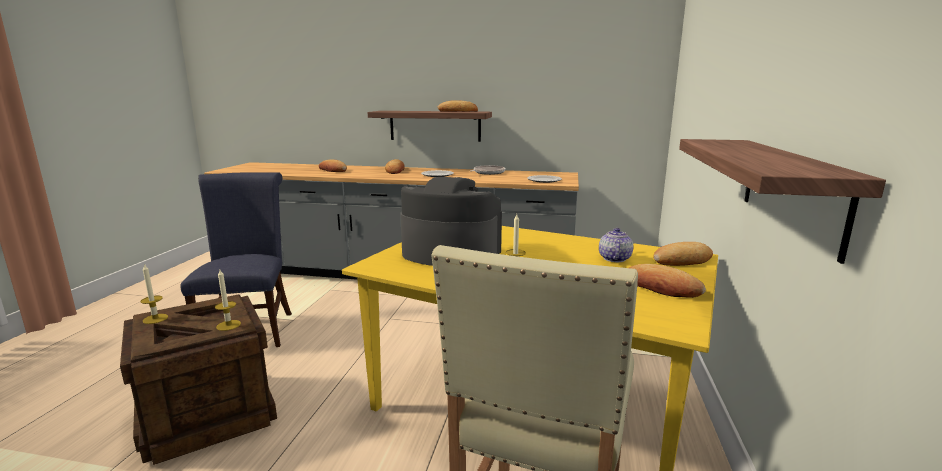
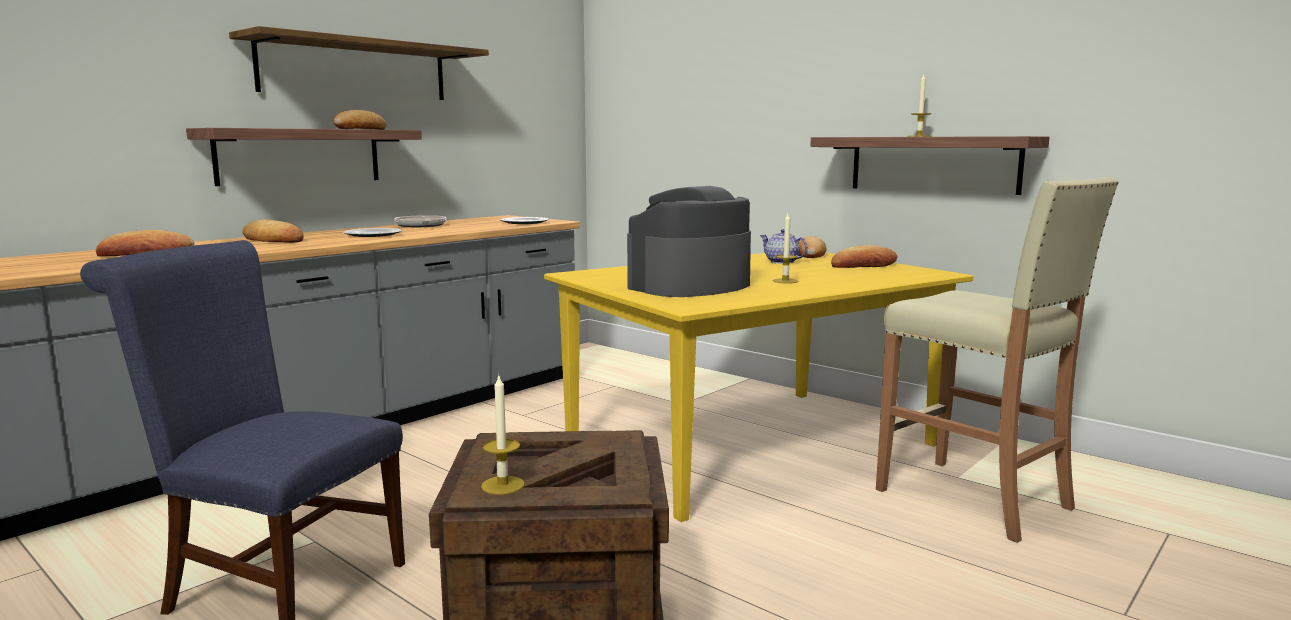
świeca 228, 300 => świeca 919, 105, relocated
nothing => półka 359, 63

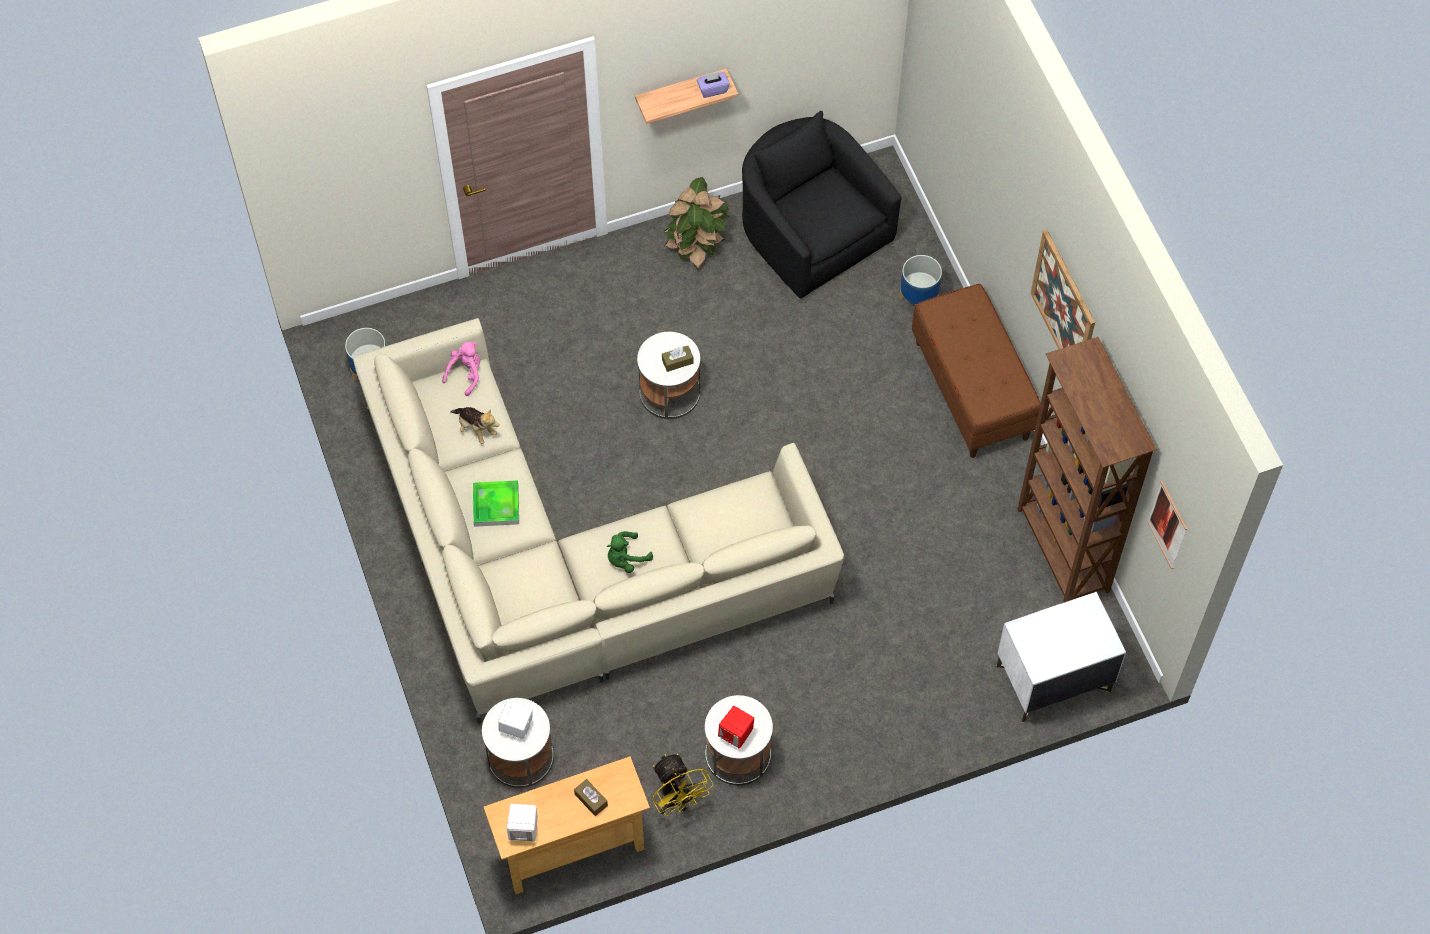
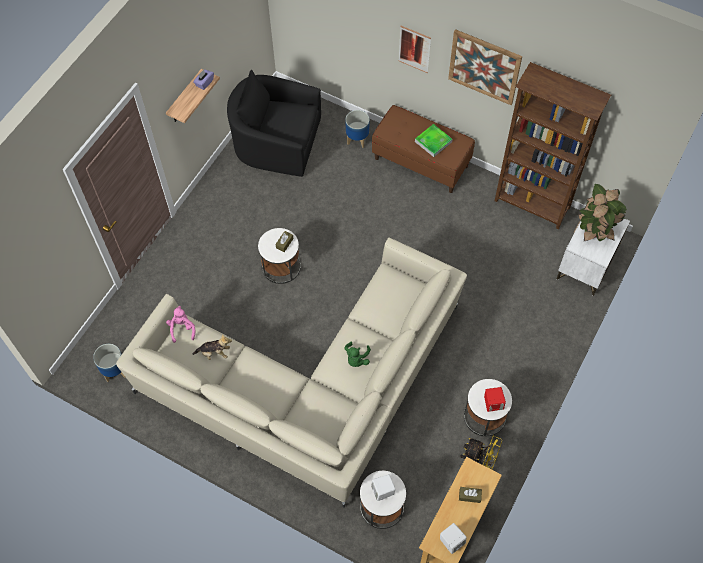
taca 496, 503 => taca 434, 140, relocated
roślina doniczkowa 697, 223 => roślina doniczkowa 602, 212, relocated
obraz 1167, 525 => obraz 415, 49, relocated

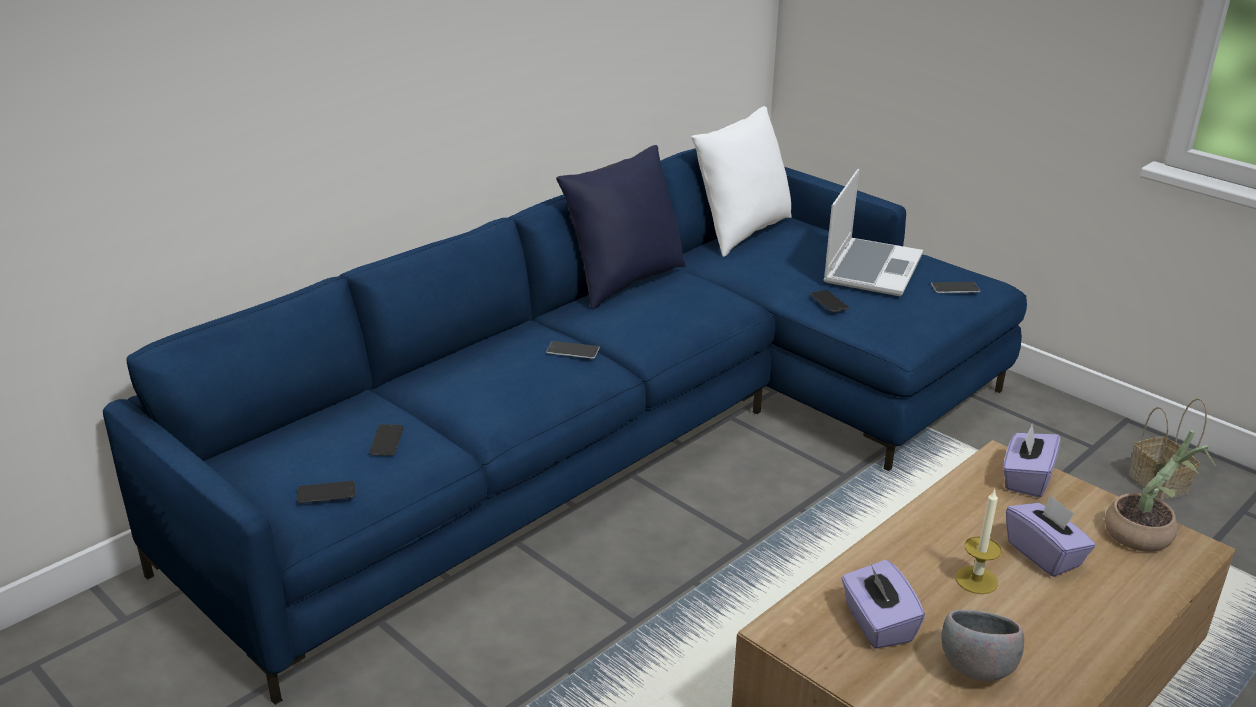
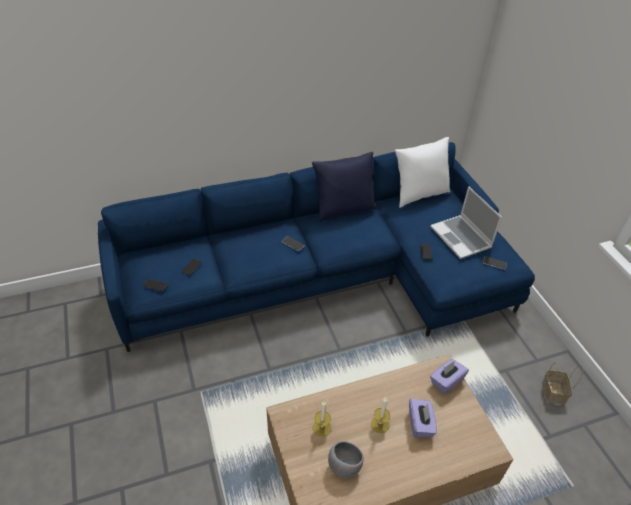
laptop 873, 232 => laptop 466, 222, 105 degrees clockwise
pudełko chusteczek (fioletowy) 883, 604 => świeca 322, 419
roślina doniczkowa 1160, 491 => nothing

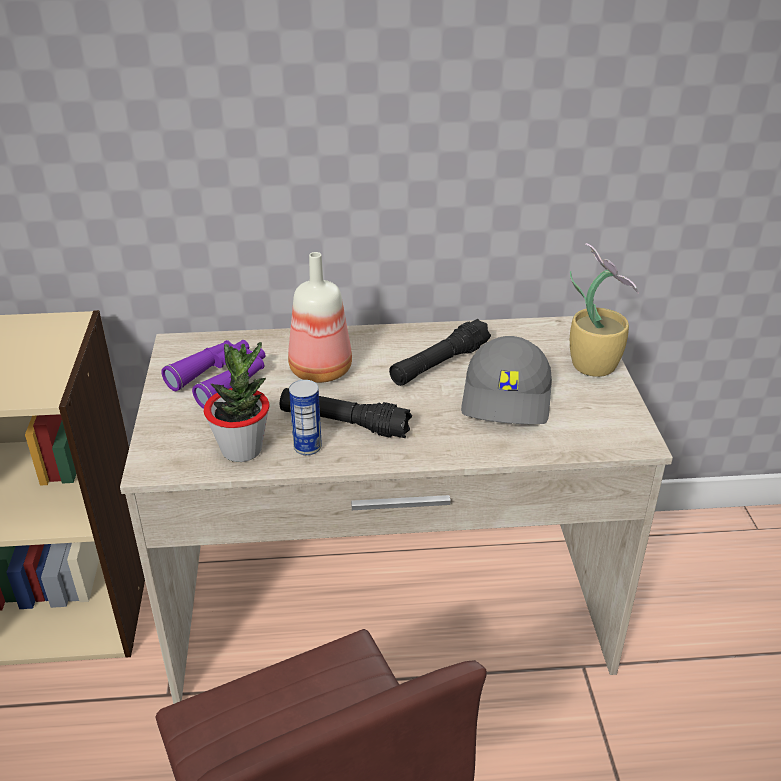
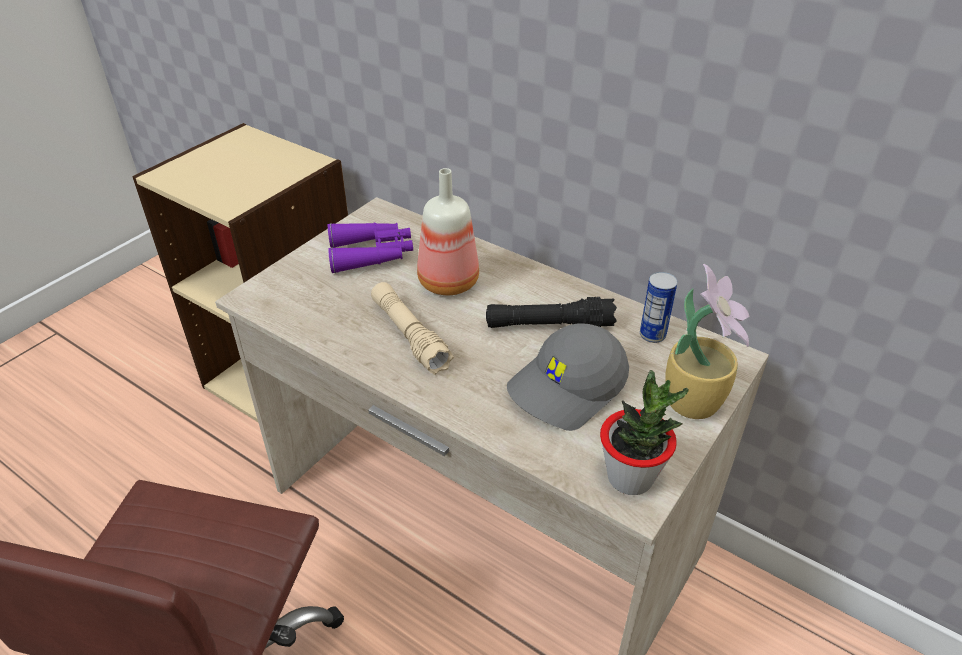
roślina doniczkowa 236, 402 => roślina doniczkowa 644, 432, relocated
latarka (czarny) 346, 413 => latarka (beżowy) 412, 328
puszka 305, 418 => puszka 659, 307, relocated

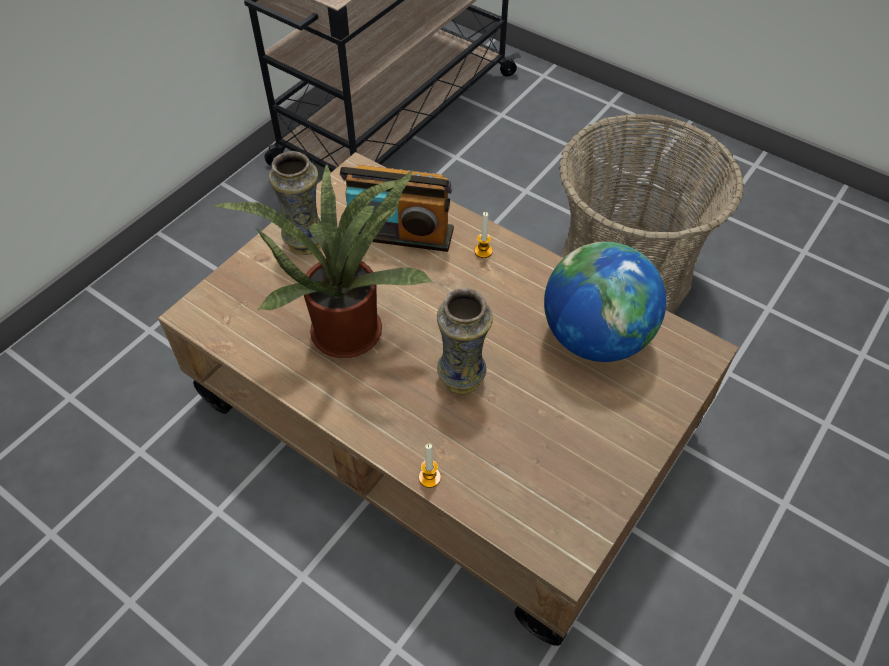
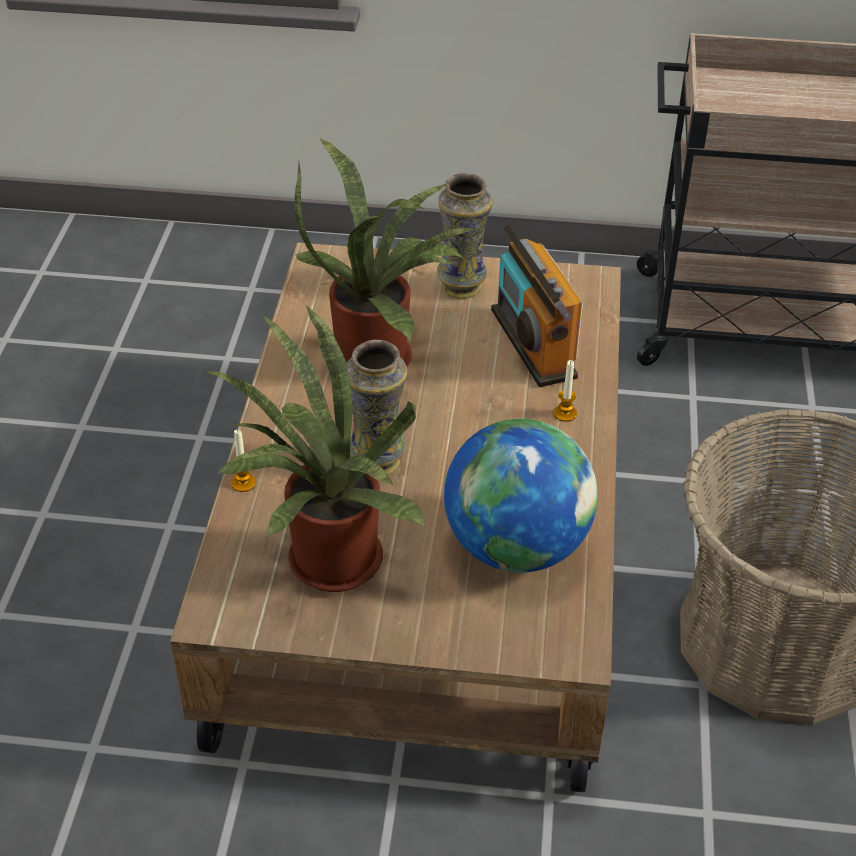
nothing => roślina doniczkowa 315, 448

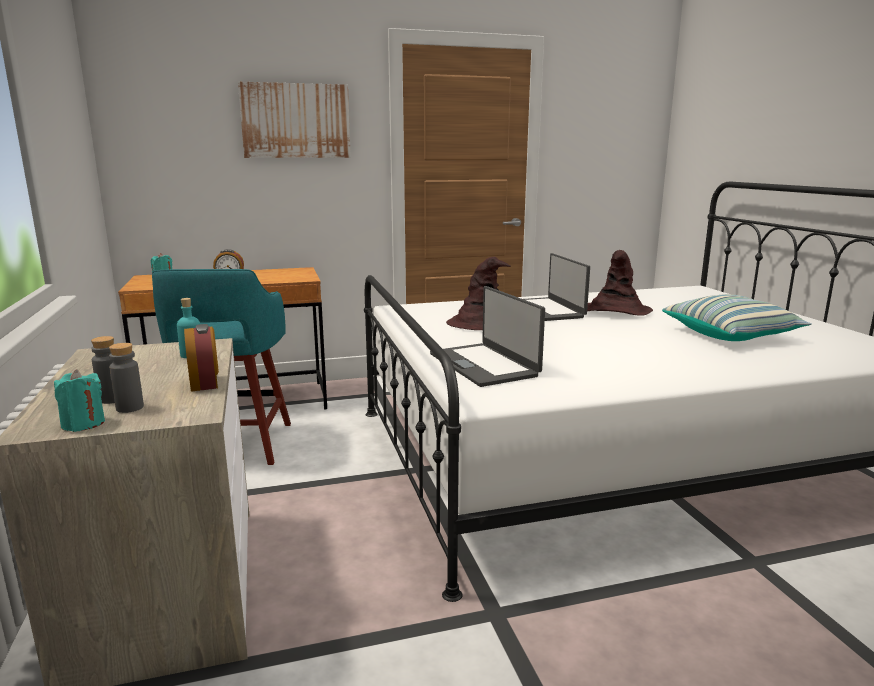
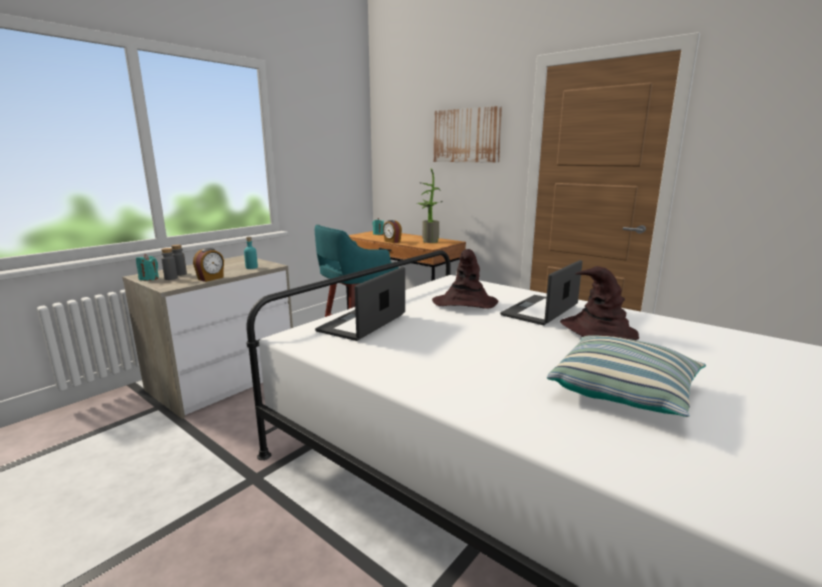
nothing => roślina doniczkowa 429, 205

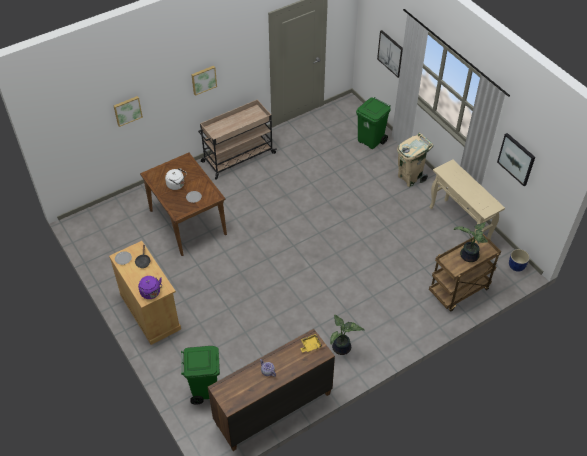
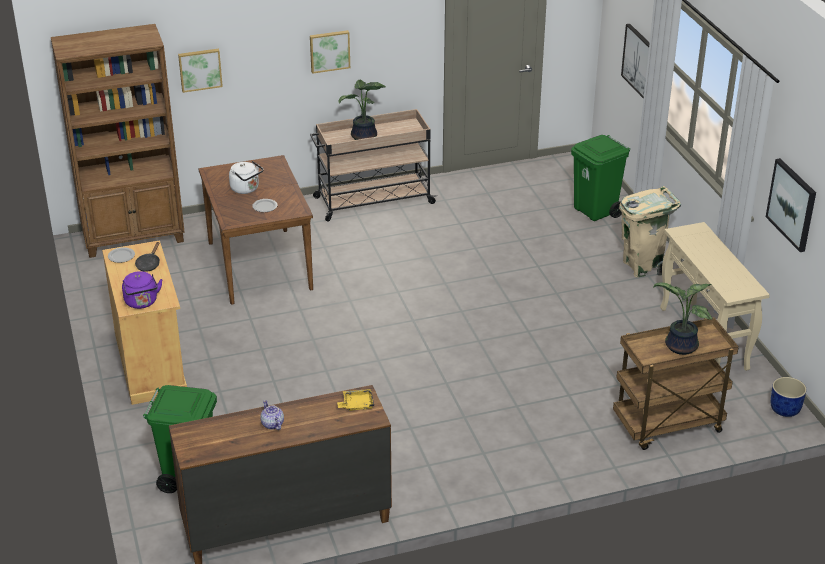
roślina doniczkowa 347, 335 => roślina doniczkowa 362, 109, relocated
nothing => regał (brązowy) 118, 141

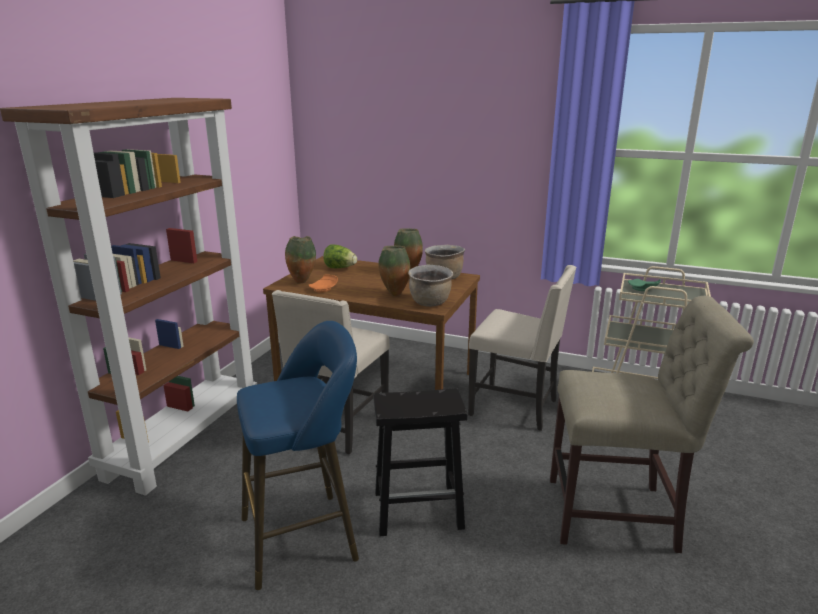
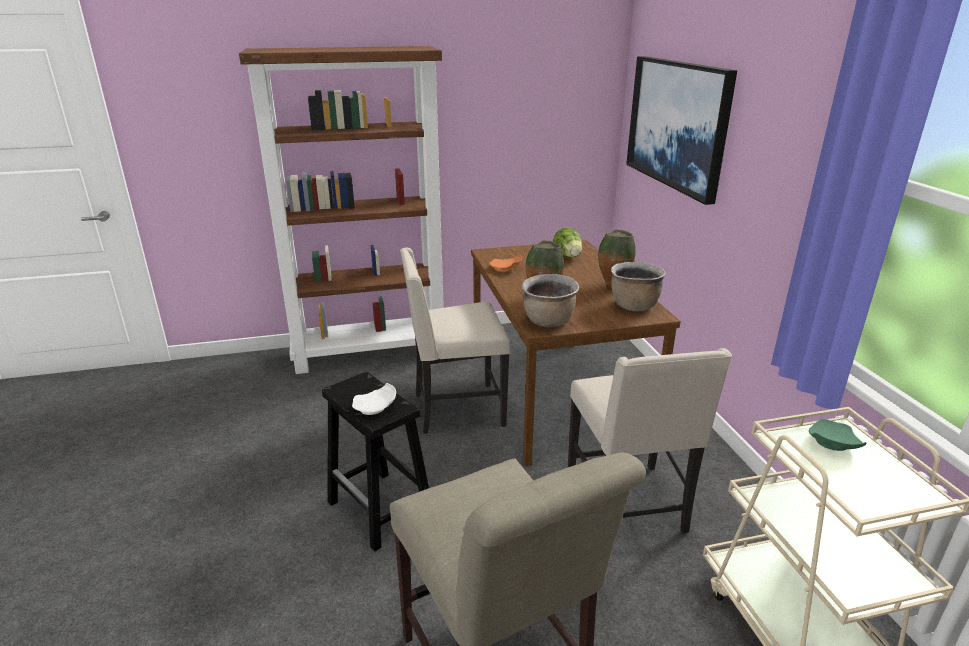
stołek (niebieski) 298, 455 => nothing
wazon 300, 260 => nothing
nothing => talerz (biały) 374, 399
nothing => obraz 681, 130

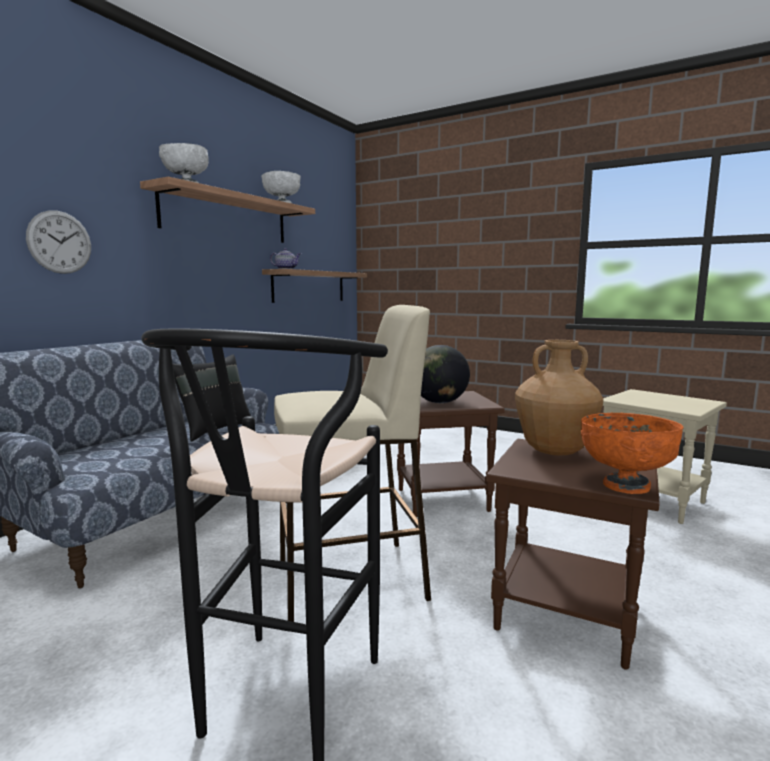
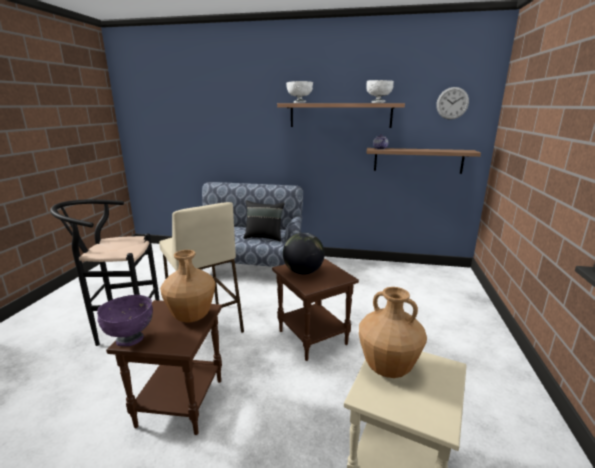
zegar ścienny 58, 242 => zegar ścienny 452, 103, relocated
miska (pomarańczowy) 632, 453 => miska (fioletowy) 125, 320
nothing => wazon (brązowy) 393, 332

